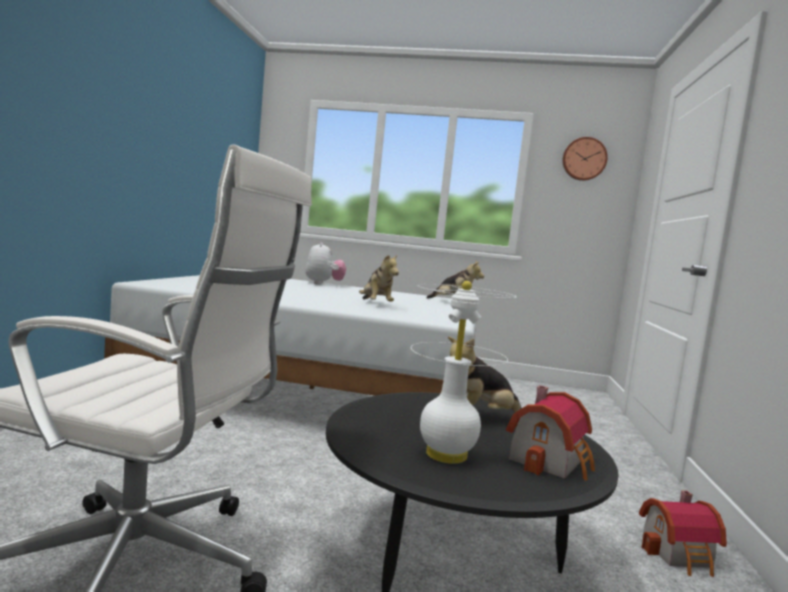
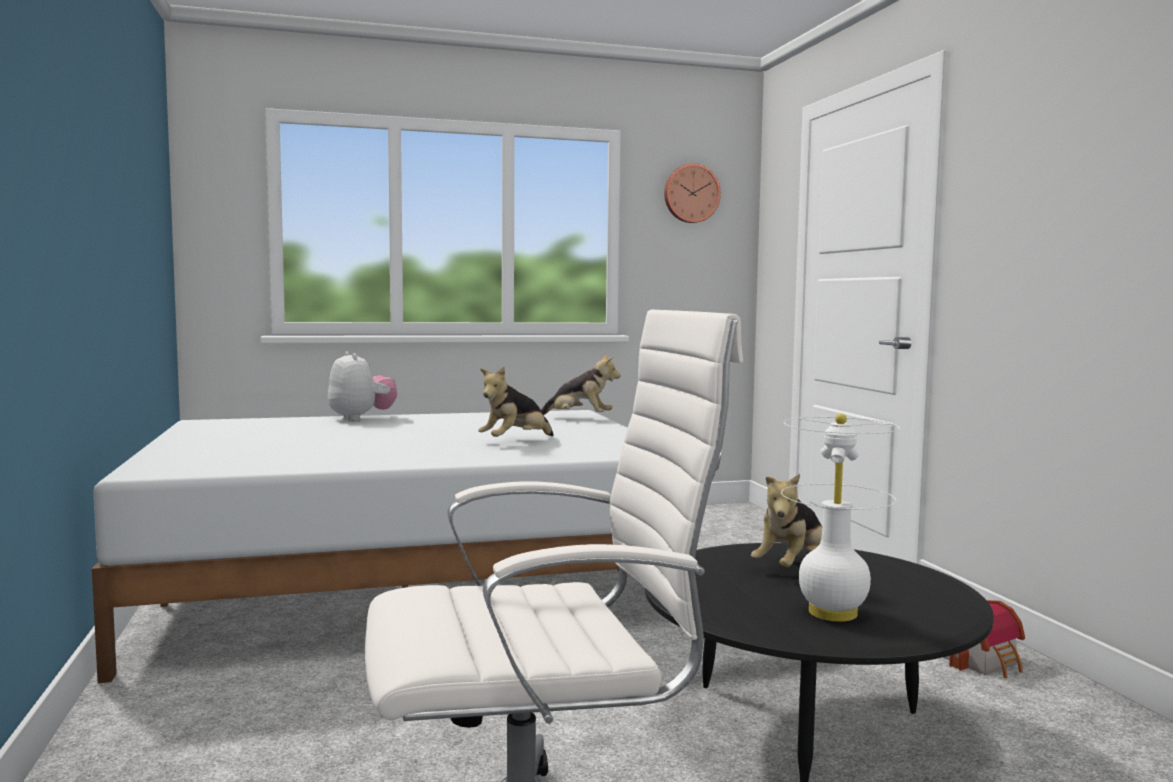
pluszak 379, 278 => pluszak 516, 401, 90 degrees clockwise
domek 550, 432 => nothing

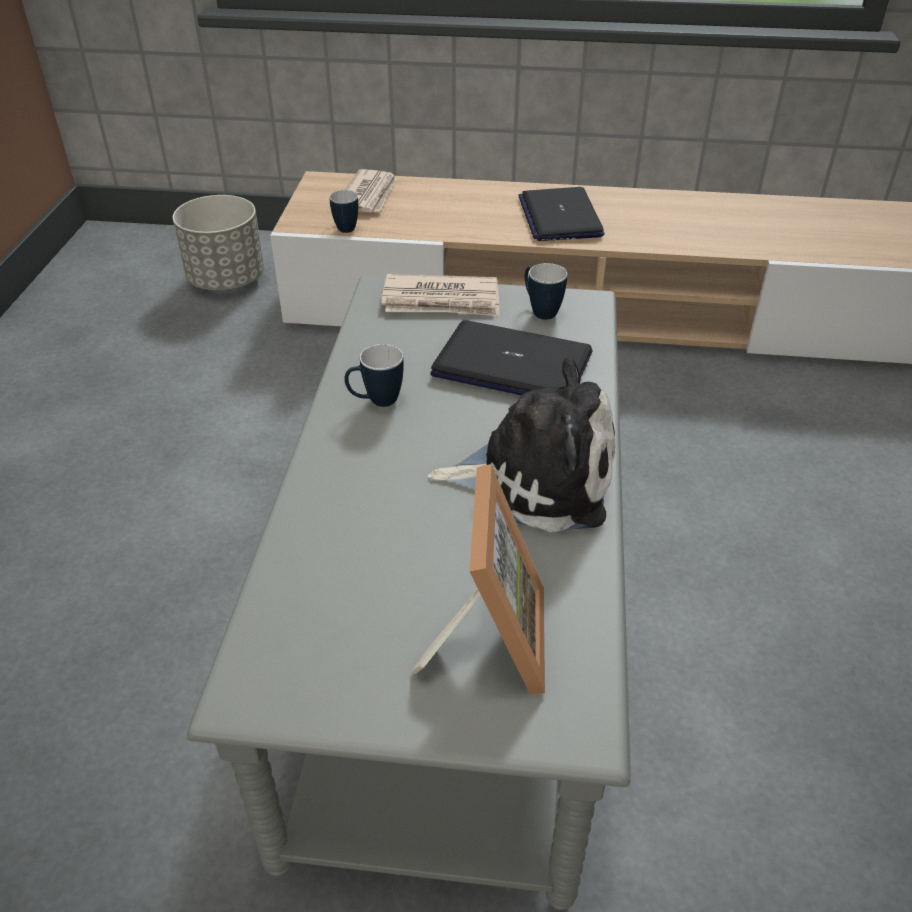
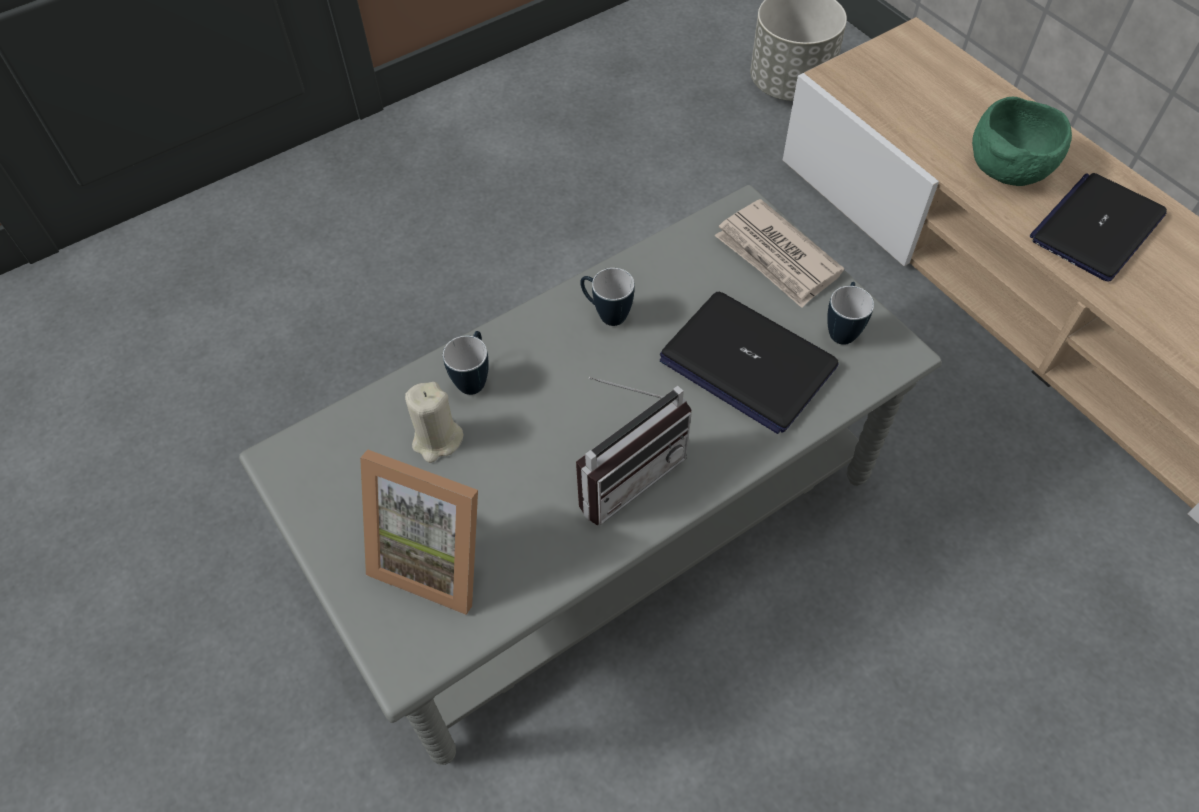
kubek 343, 211 => kubek 466, 363, relocated
gazeta 371, 190 => nothing
ramka na zdjęcie 478, 579 => ramka na zdjęcie 419, 532, 60 degrees clockwise
pluszak 521, 444 => radio 634, 451
laptop 512, 357 => laptop 749, 363, 150 degrees clockwise
nothing => świeca (beżowy) 434, 422
nothing => miska (zielony) 1022, 141

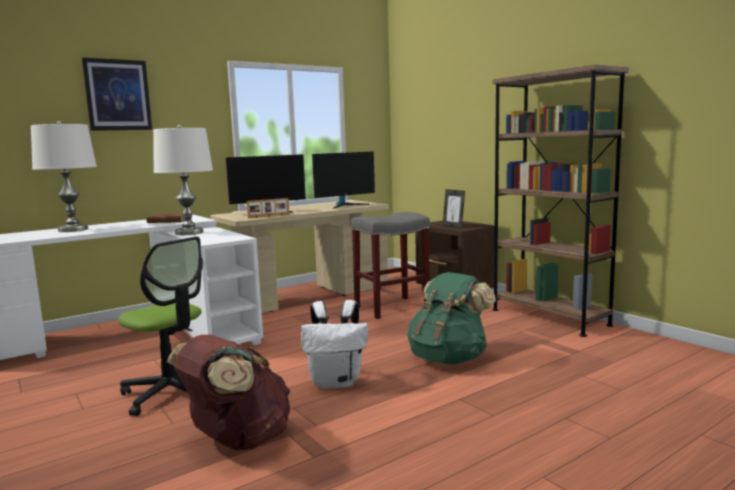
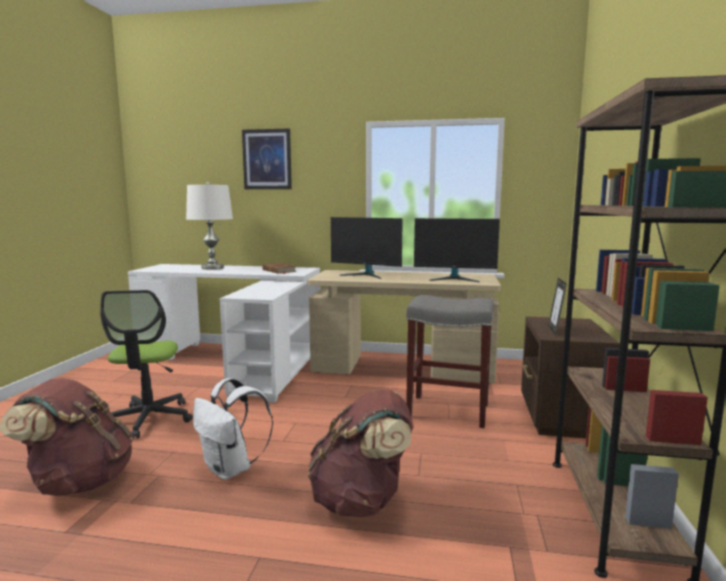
lampa stołowa (biały) 183, 180 => nothing
ramka na zdjęcie 268, 208 => nothing
plecak (zielony) 452, 318 => plecak (brązowy) 360, 453

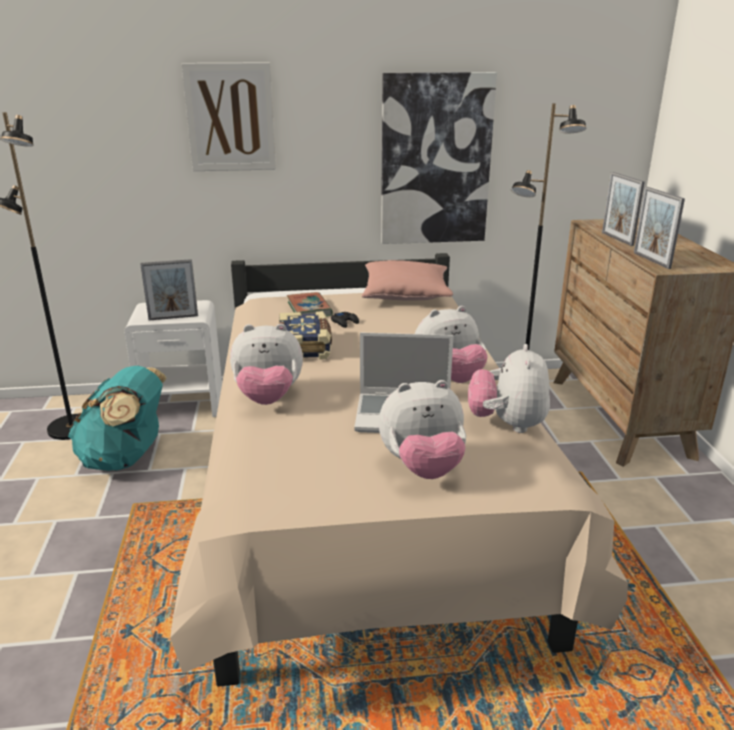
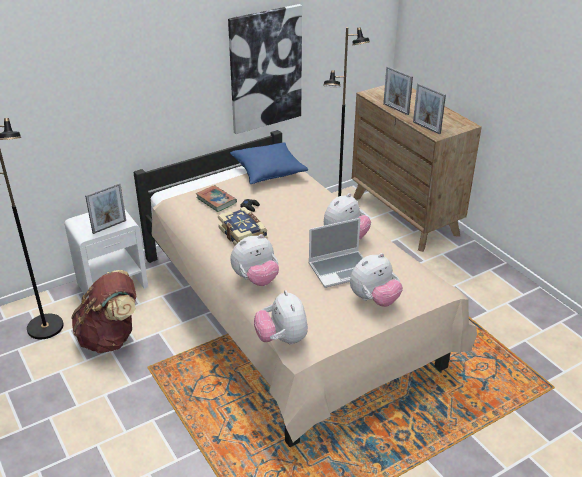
plecak (turkusowy) 117, 418 => plecak (brązowy) 103, 311
obraz 228, 116 => nothing
poduszka (różowy) 407, 280 => poduszka (niebieski) 269, 163
pluszak 509, 388 => pluszak 281, 317, relocated

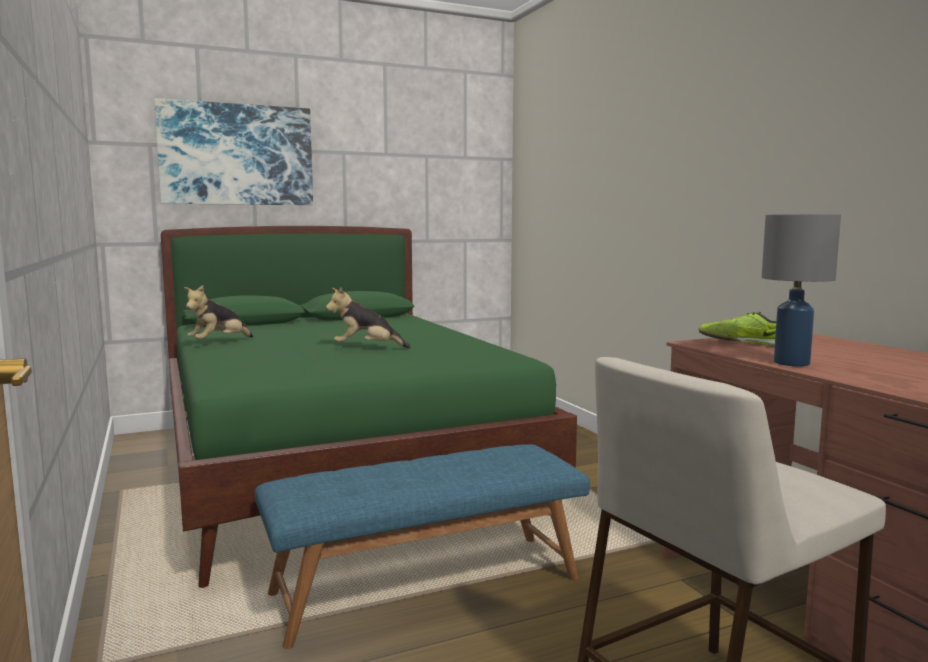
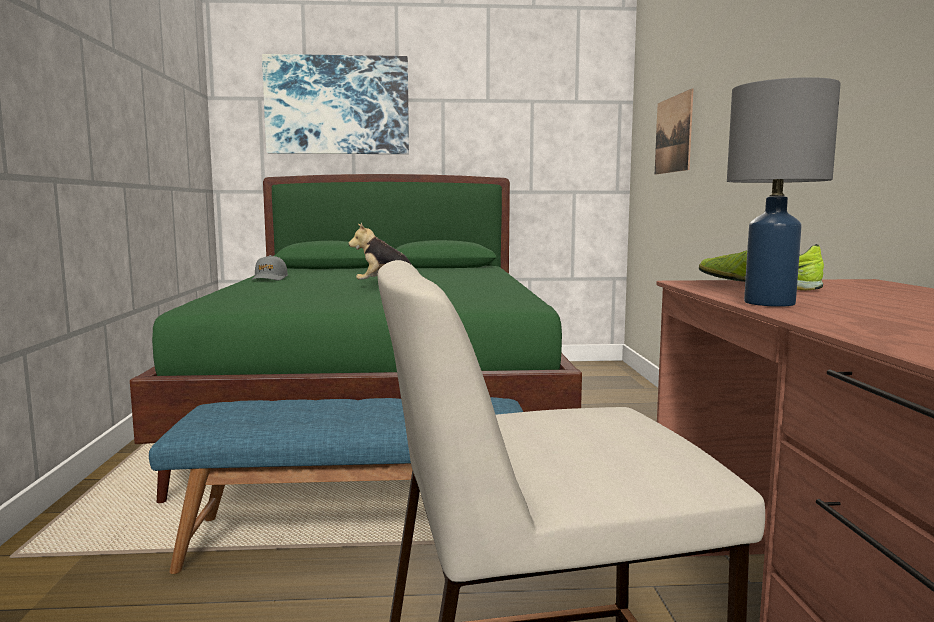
pluszak 218, 312 => czapka z daszkiem (szary) 269, 267
nothing => obraz 674, 131

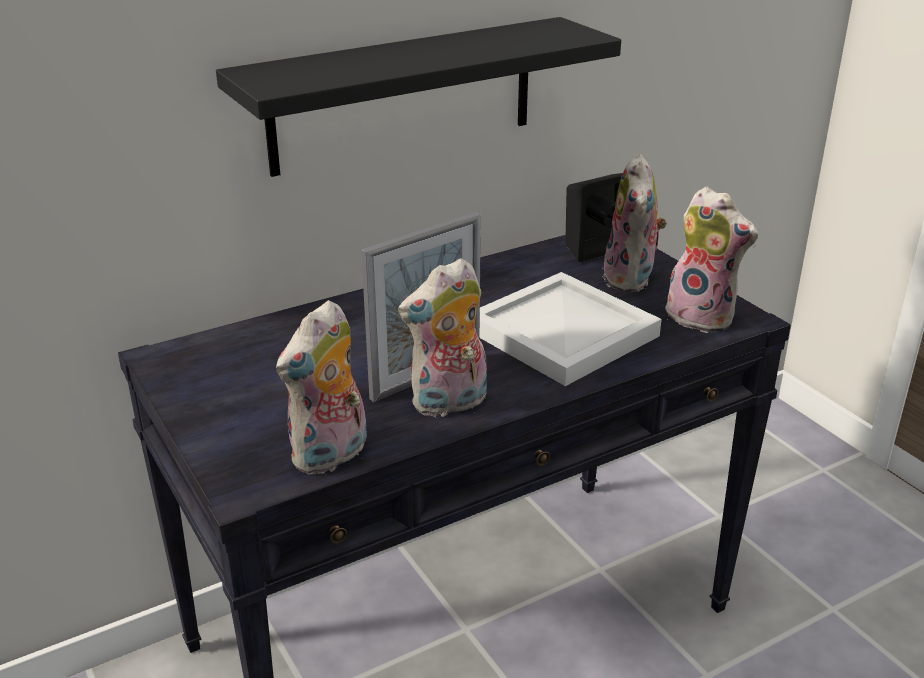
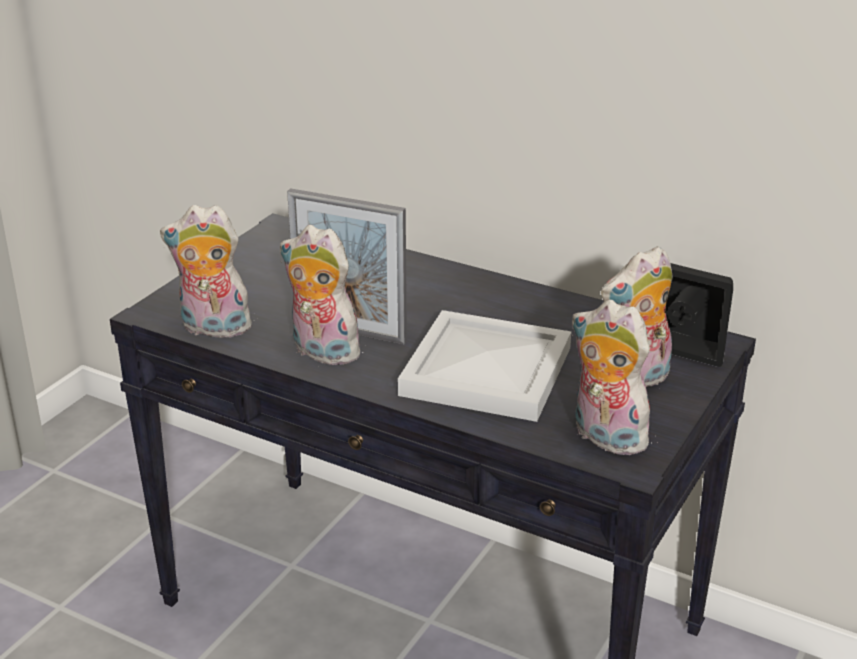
półka (czarny) 418, 97 => nothing
pluszak 711, 260 => pluszak 611, 378, 120 degrees clockwise

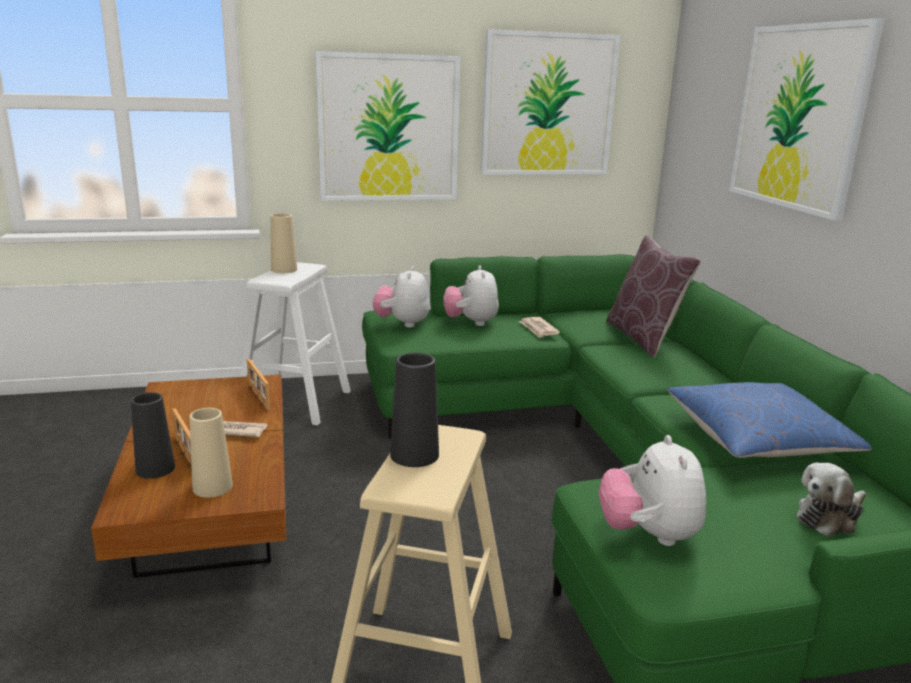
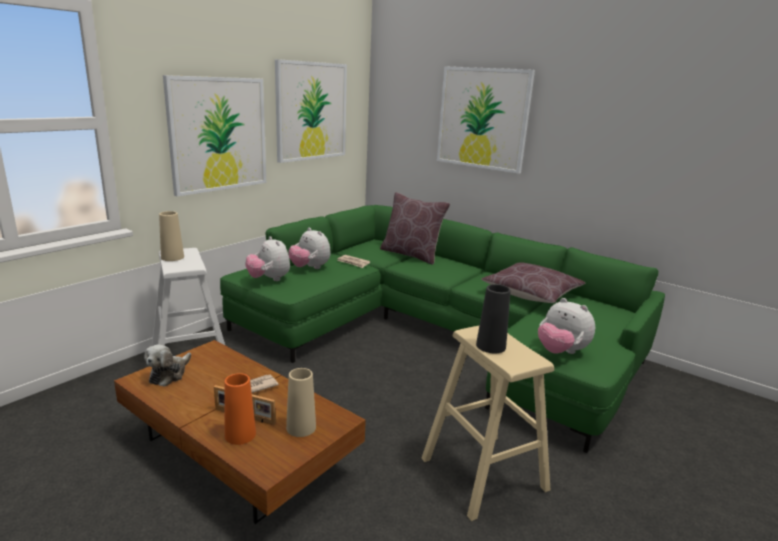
wazon (czarny) 153, 435 => wazon (pomarańczowy) 240, 409
ramka na zdjęcie 258, 385 => nothing
poduszka (niebieski) 769, 420 => poduszka (brązowy) 533, 283
pluszak 831, 499 => pluszak 167, 366, relocated

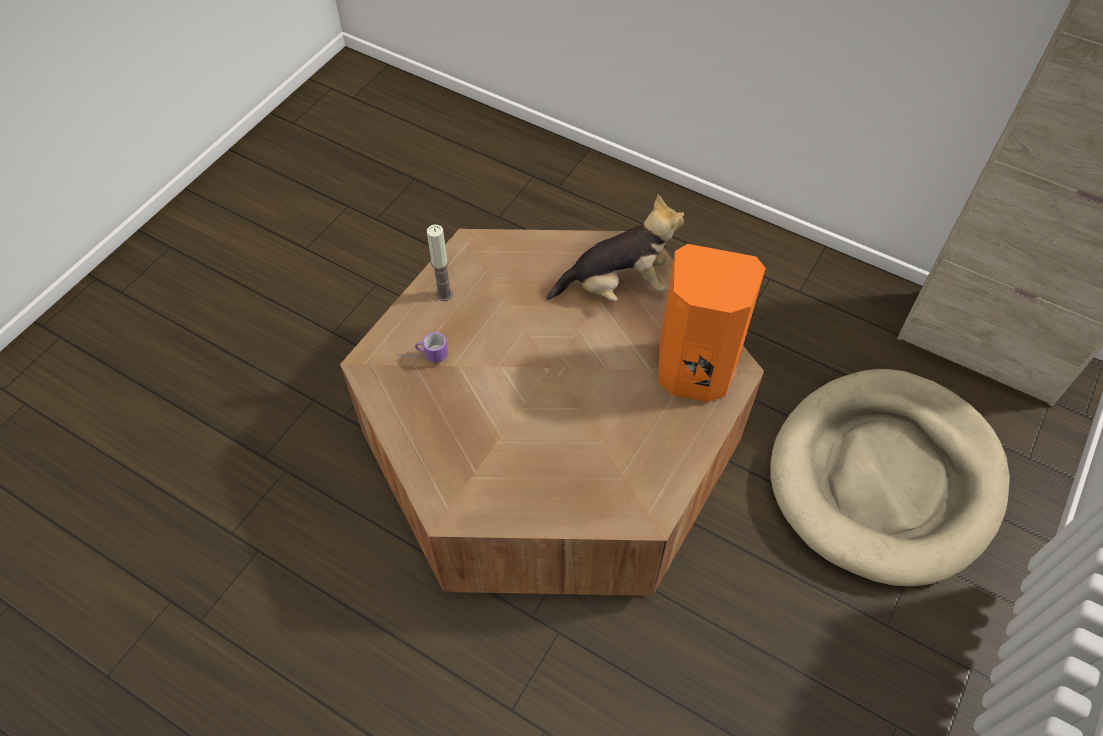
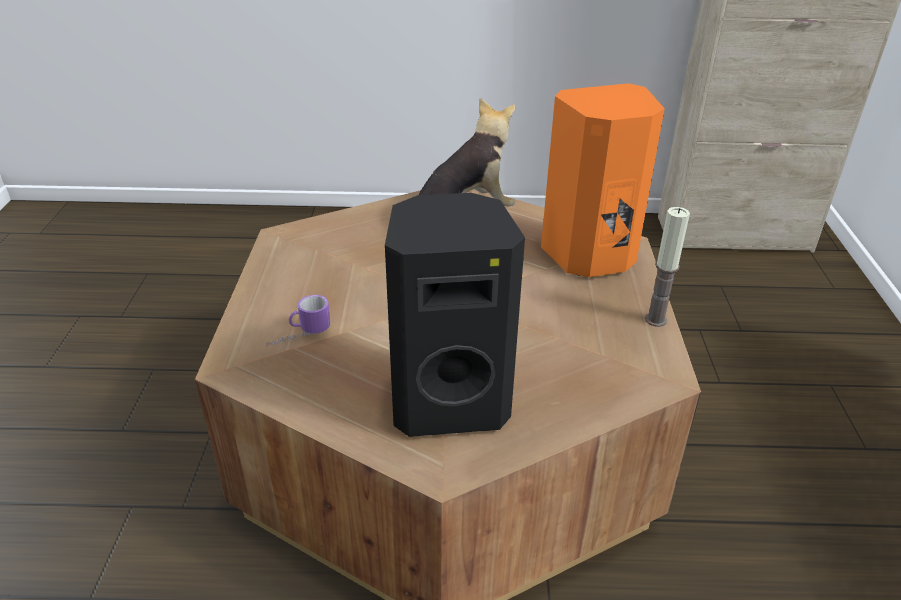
świeca 440, 263 => świeca 667, 267, relocated
legowisko (beżowy) 890, 478 => nothing
nothing => głośnik (czarny) 455, 315

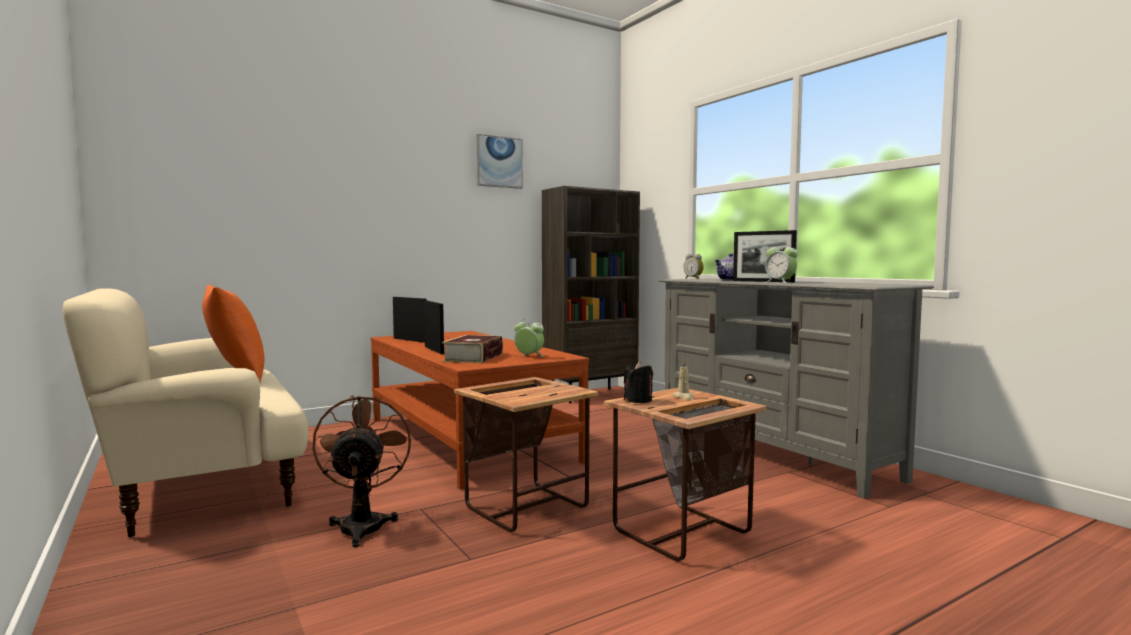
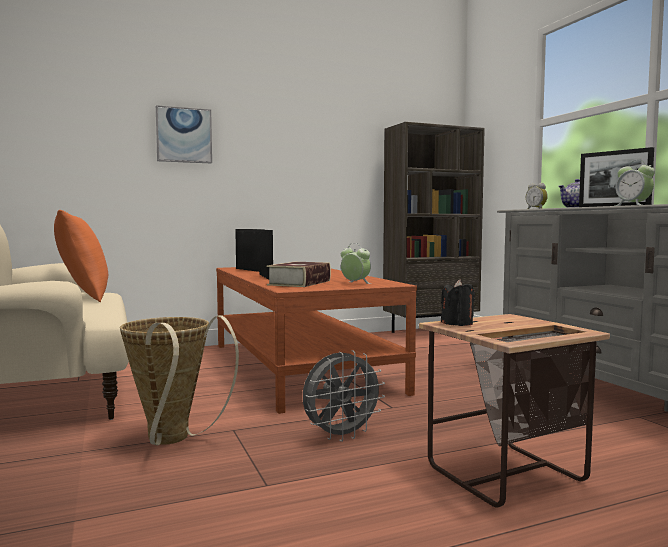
wentylator (brązowy) 362, 471 => koszyk 179, 380
stolik 526, 454 => wentylator (szary) 344, 396
obraz 499, 161 => obraz 184, 134, relocated
świeca (beżowy) 683, 380 => nothing

